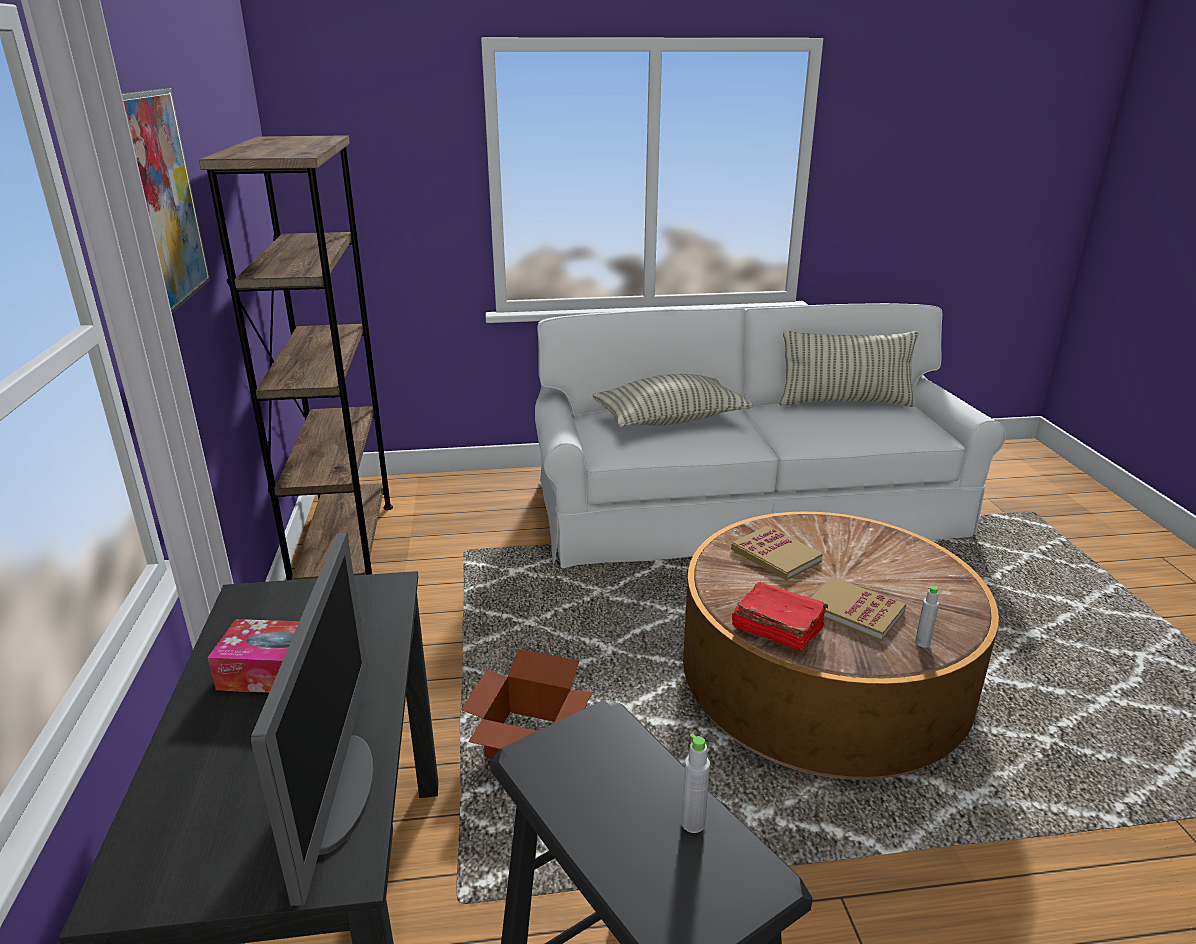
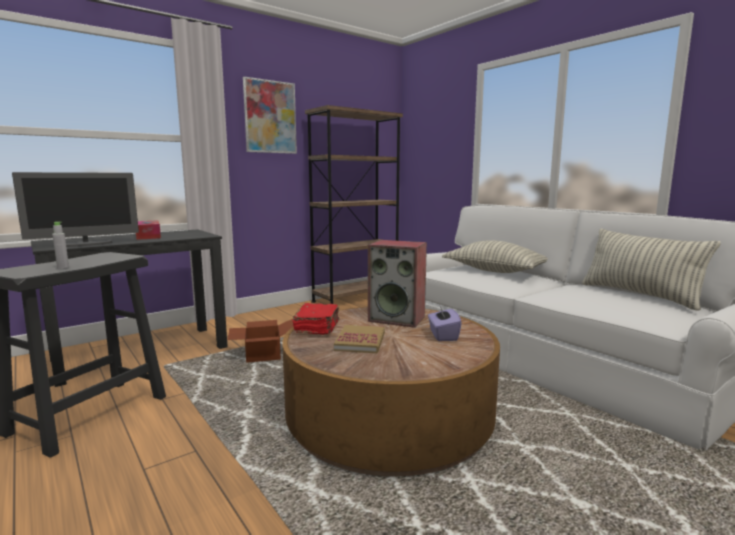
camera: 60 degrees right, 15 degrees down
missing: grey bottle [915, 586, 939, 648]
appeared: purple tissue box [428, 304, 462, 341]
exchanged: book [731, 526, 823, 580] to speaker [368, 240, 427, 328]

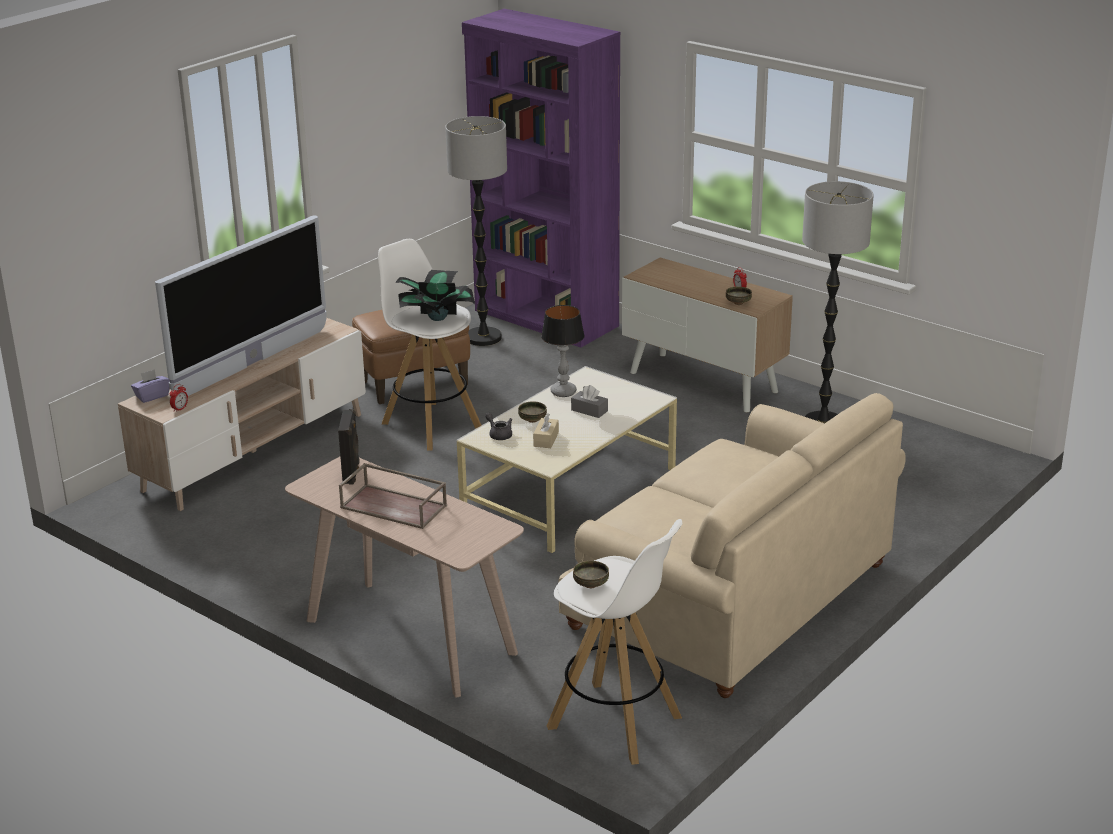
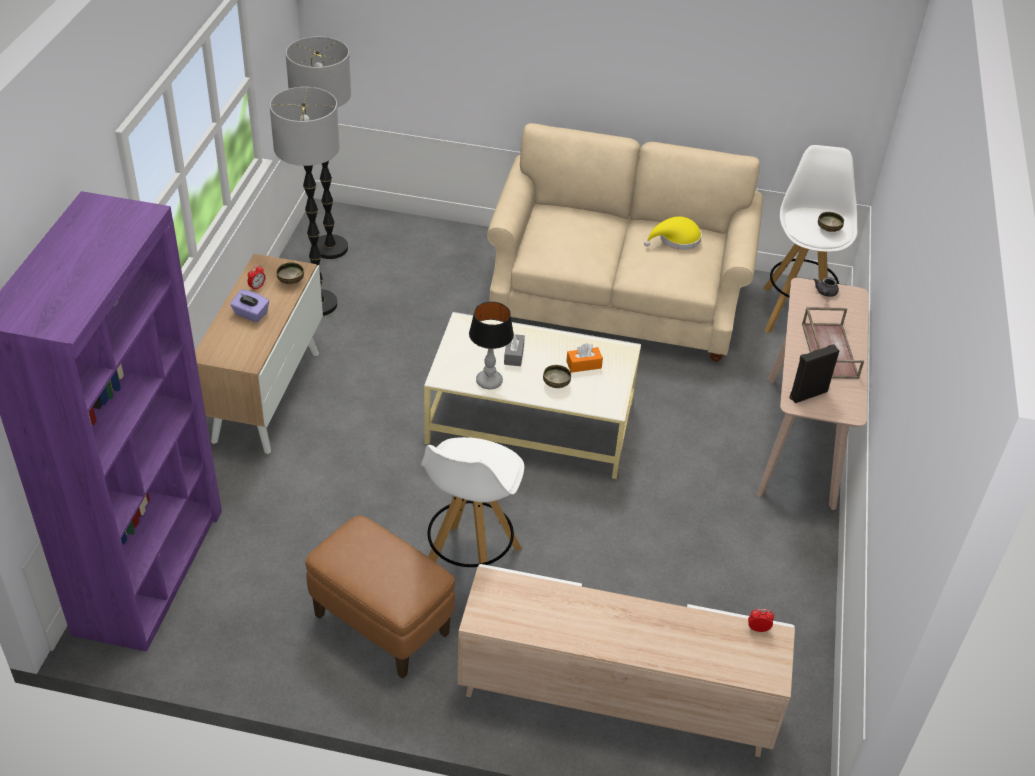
camera: 120 degrees left, 15 degrees up
missing: television [155, 216, 327, 396]; potted plant [395, 270, 475, 321]
appeared: yellow hat [644, 216, 702, 250]
relocated: floor lamp [445, 116, 507, 346] to [286, 36, 351, 259]; purple tissue box [131, 369, 170, 403] to [230, 290, 269, 322]; grey teapot [485, 413, 512, 440] to [814, 277, 839, 297]
colour: beige tissue box [533, 413, 559, 448] to orange tissue box [566, 343, 603, 373]

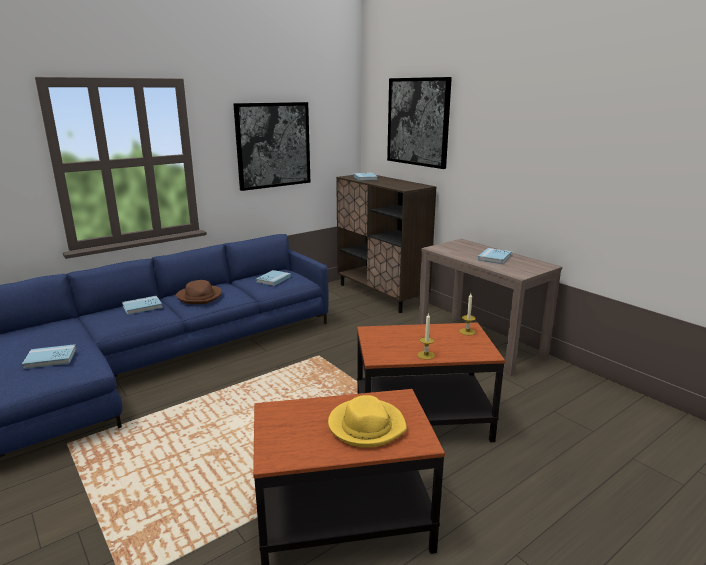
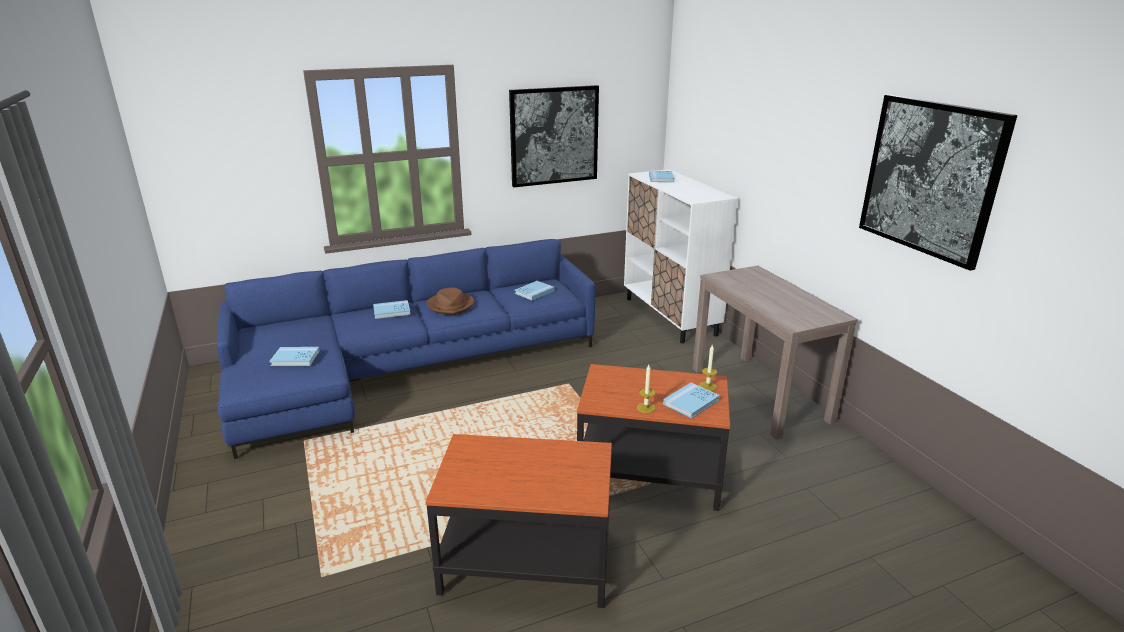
camera: 15 degrees right, 5 degrees up
missing: yellow hat [328, 395, 407, 447]
relocated: picture [387, 77, 452, 169] to [859, 94, 1017, 271]; blue book [478, 248, 512, 264] to [663, 383, 720, 419]
colour: brown cabinet [336, 175, 436, 313] to white cabinet [624, 169, 738, 343]

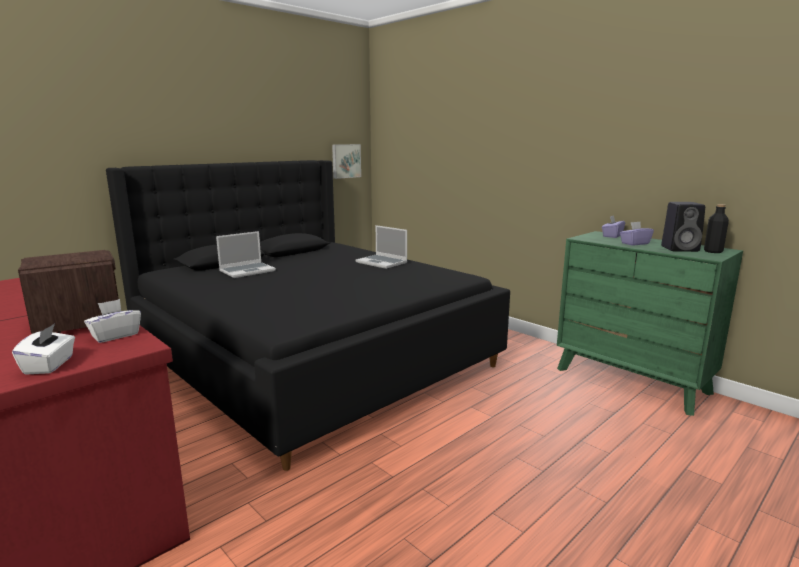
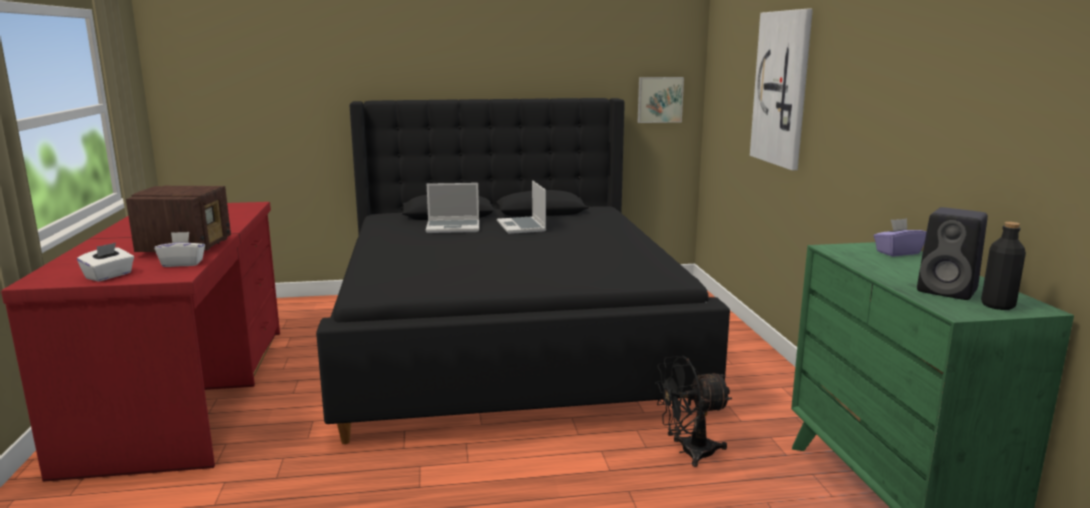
camera: 35 degrees right, 0 degrees up
missing: purple tissue box [620, 222, 654, 246]
appeared: picture [750, 9, 813, 170]; black fan [655, 356, 732, 467]
relocated: laptop [355, 225, 407, 269] to [497, 180, 546, 234]

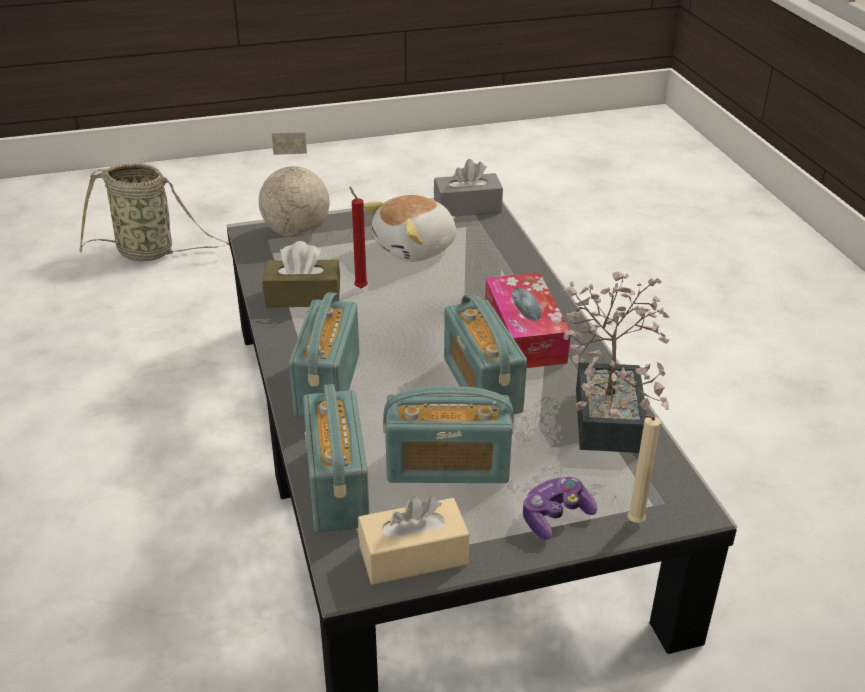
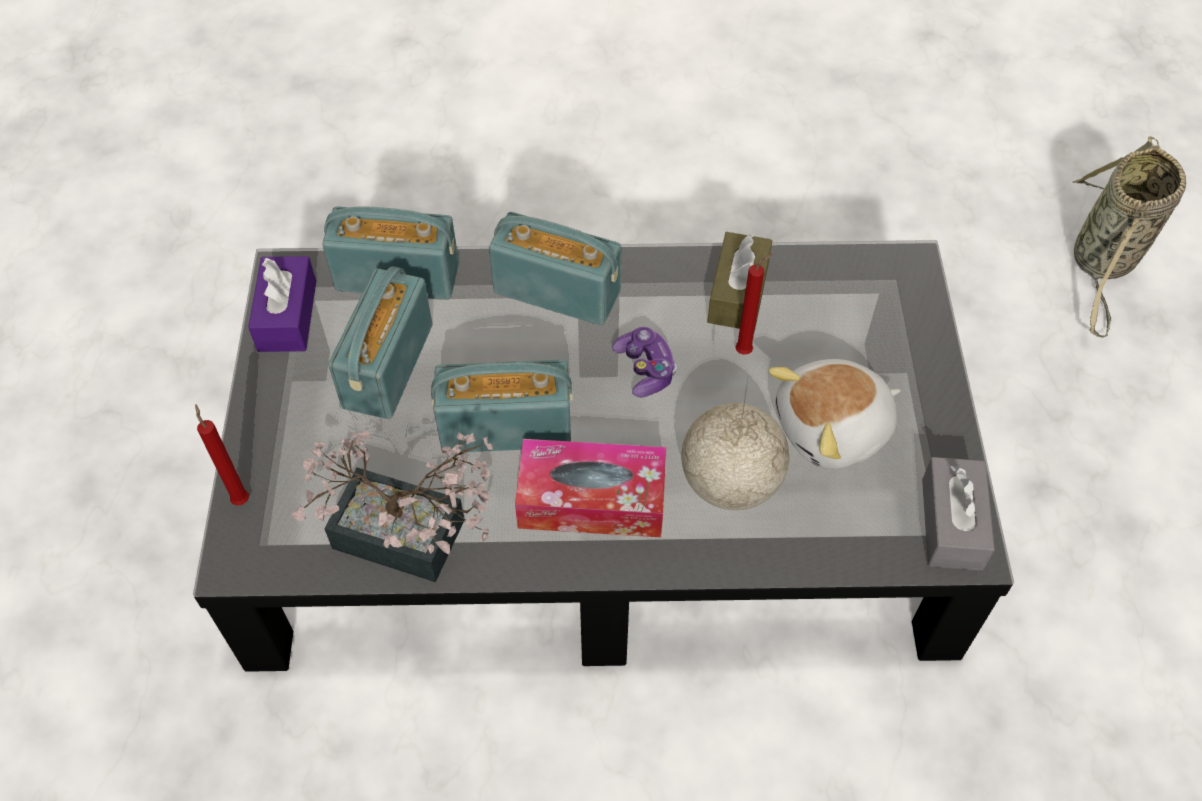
camera: 105 degrees right, 20 degrees up
relocated: globe [259, 132, 329, 237] to [681, 374, 790, 510]; game controller [523, 477, 597, 540] to [612, 327, 677, 397]
colour: beige candle [628, 415, 661, 523] to red candle [195, 405, 249, 506]; beige tissue box [358, 496, 469, 585] to purple tissue box [248, 256, 316, 352]
spun: plush toy [364, 195, 456, 262] = [768, 359, 901, 469] 90 degrees counterclockwise

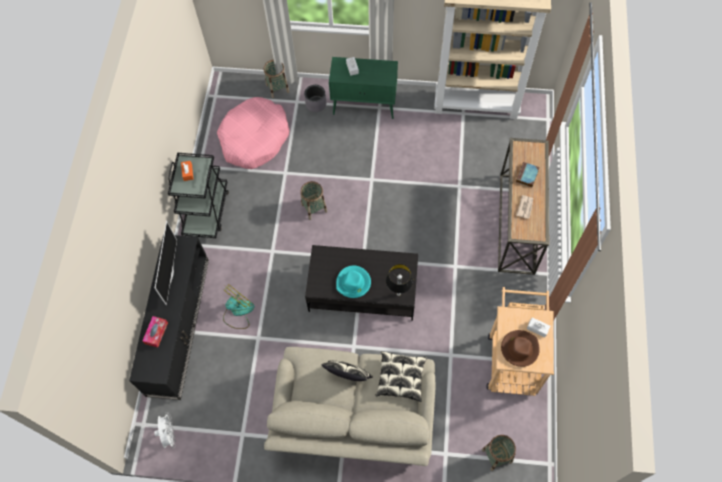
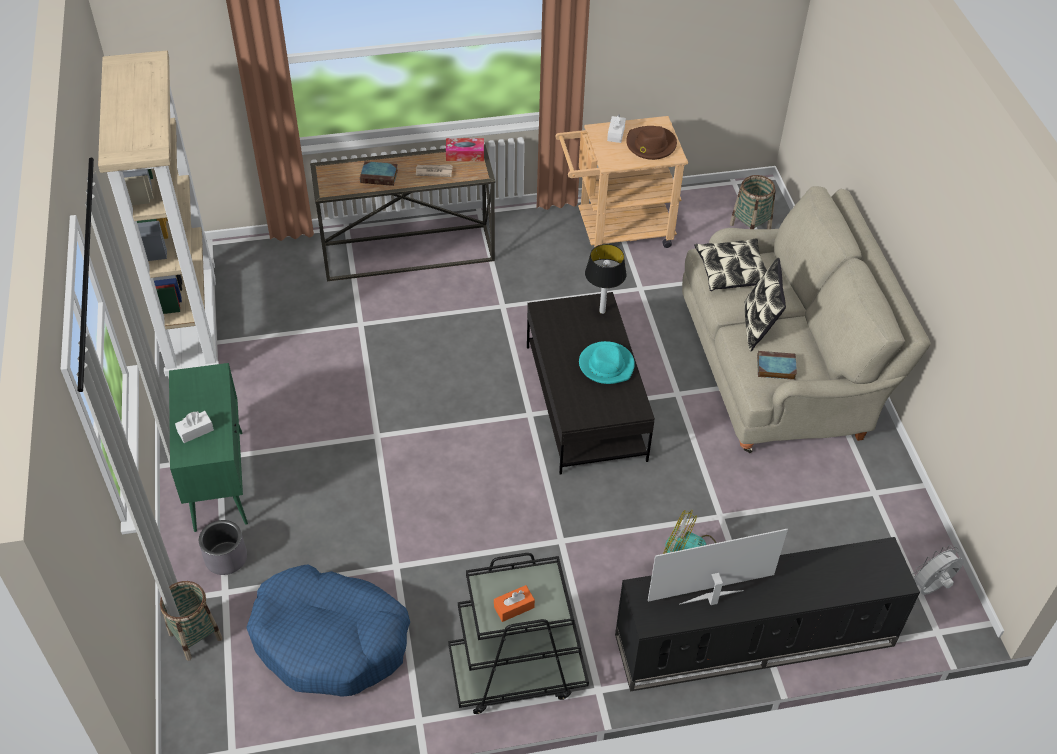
camera: 110 degrees left, 15 degrees down
missing: basket [300, 181, 327, 220]
appeared: book [757, 351, 797, 380]
relocated: tissue box [142, 316, 168, 347] to [446, 138, 484, 161]
colour: pink dog bed [217, 97, 289, 169] to blue dog bed [246, 564, 410, 697]

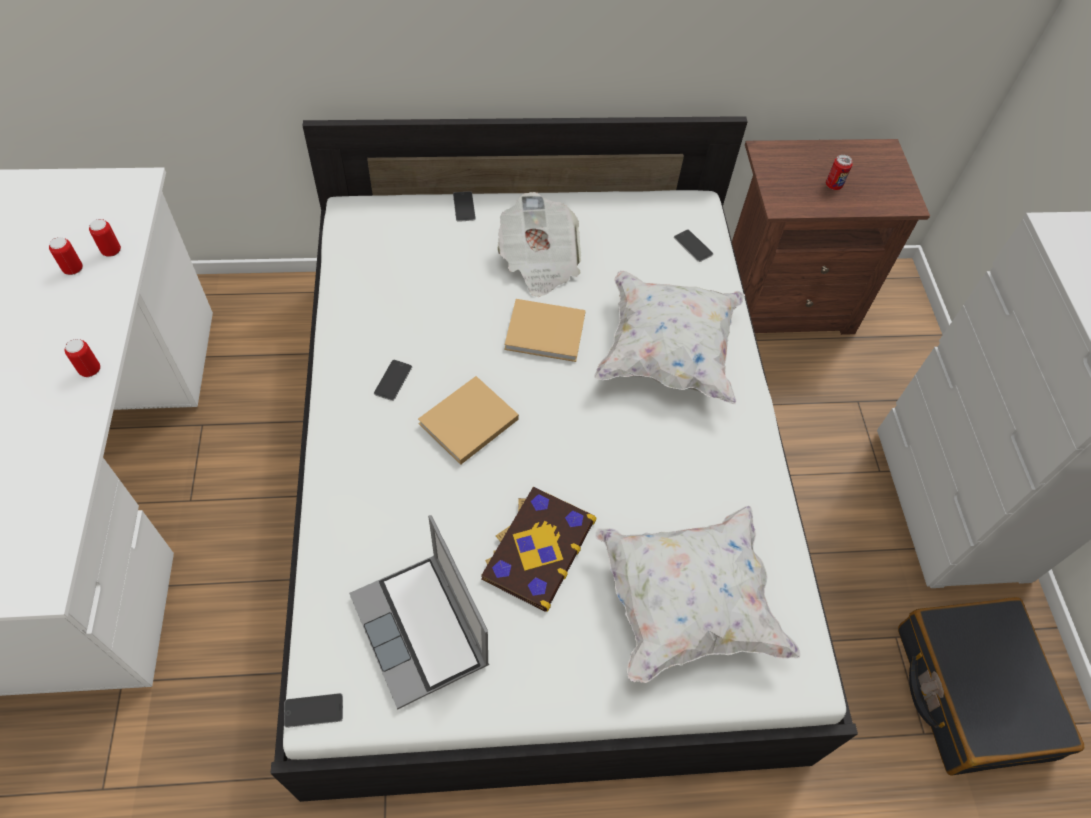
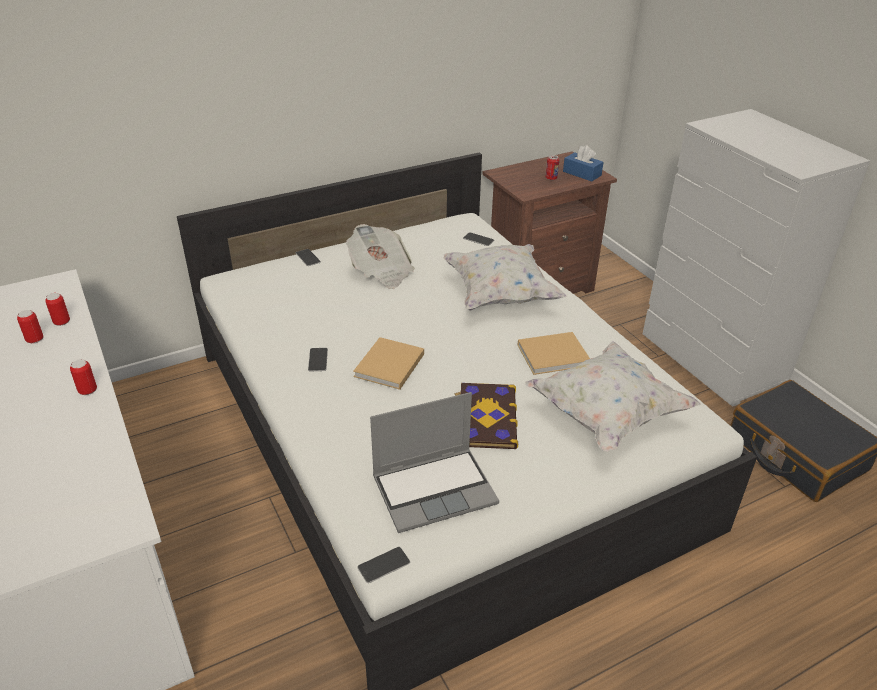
camera: 20 degrees left, 20 degrees down
appeared: blue tissue box [563, 145, 603, 182]
relocated: beige book [504, 299, 586, 362] to [518, 332, 590, 375]
spun: laptop [349, 515, 489, 710] = [370, 392, 499, 533] 60 degrees counterclockwise

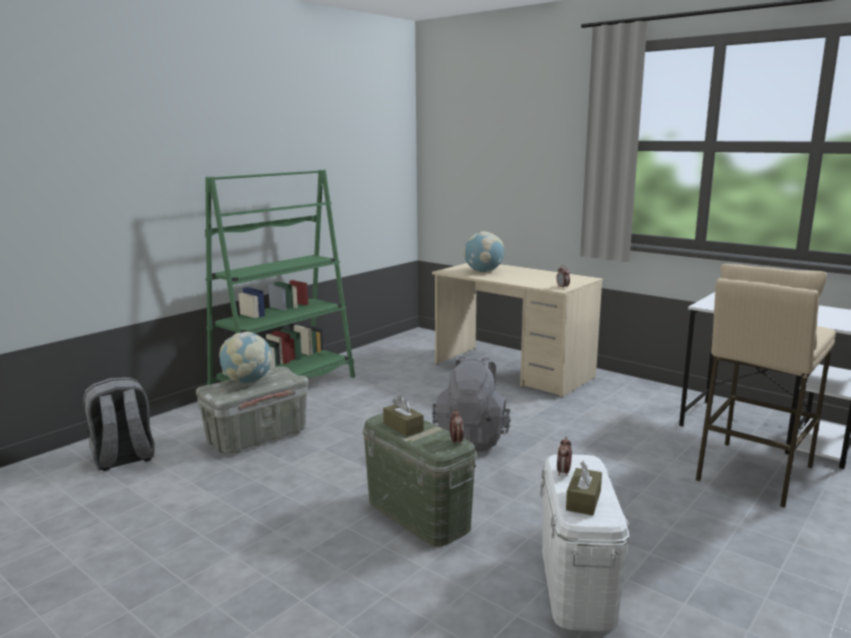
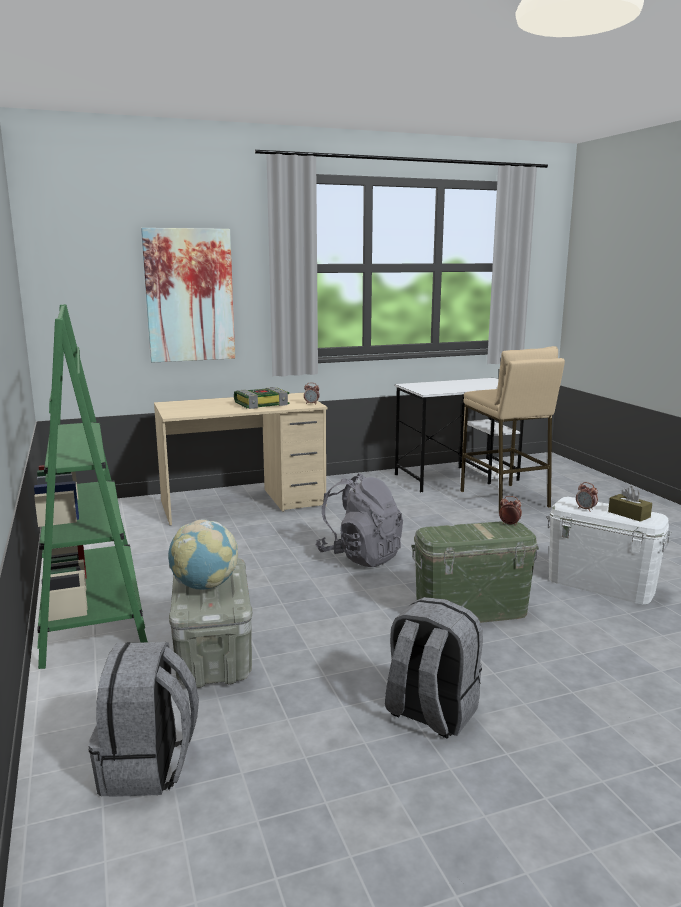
camera: 60 degrees left, 0 degrees up
missing: globe [463, 231, 504, 272]; brown tissue box [383, 396, 424, 437]
appeared: picture [141, 228, 235, 363]; book [234, 387, 289, 409]; grey backpack [385, 597, 483, 739]

